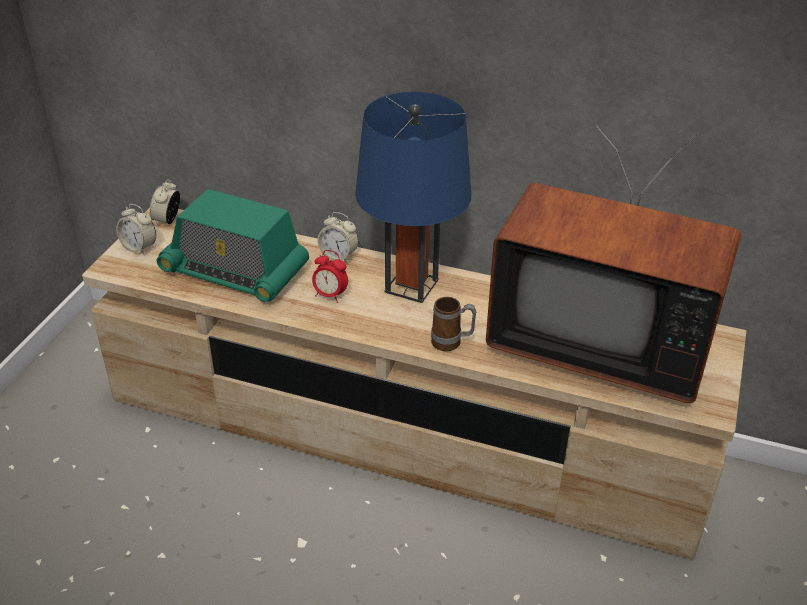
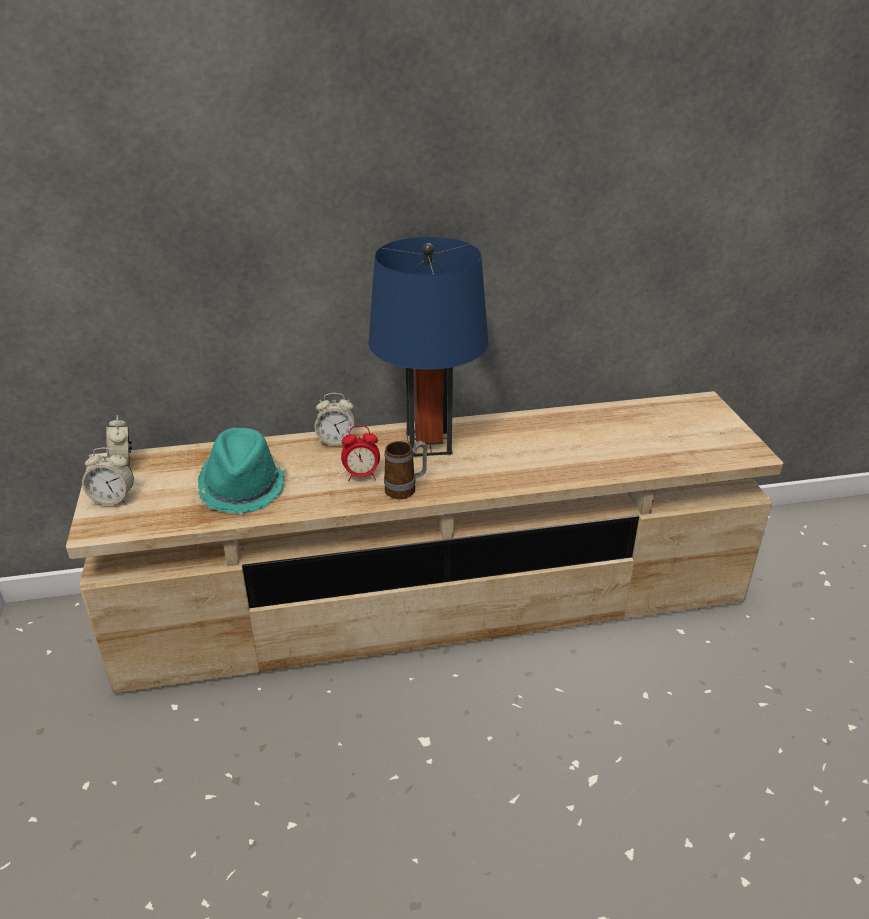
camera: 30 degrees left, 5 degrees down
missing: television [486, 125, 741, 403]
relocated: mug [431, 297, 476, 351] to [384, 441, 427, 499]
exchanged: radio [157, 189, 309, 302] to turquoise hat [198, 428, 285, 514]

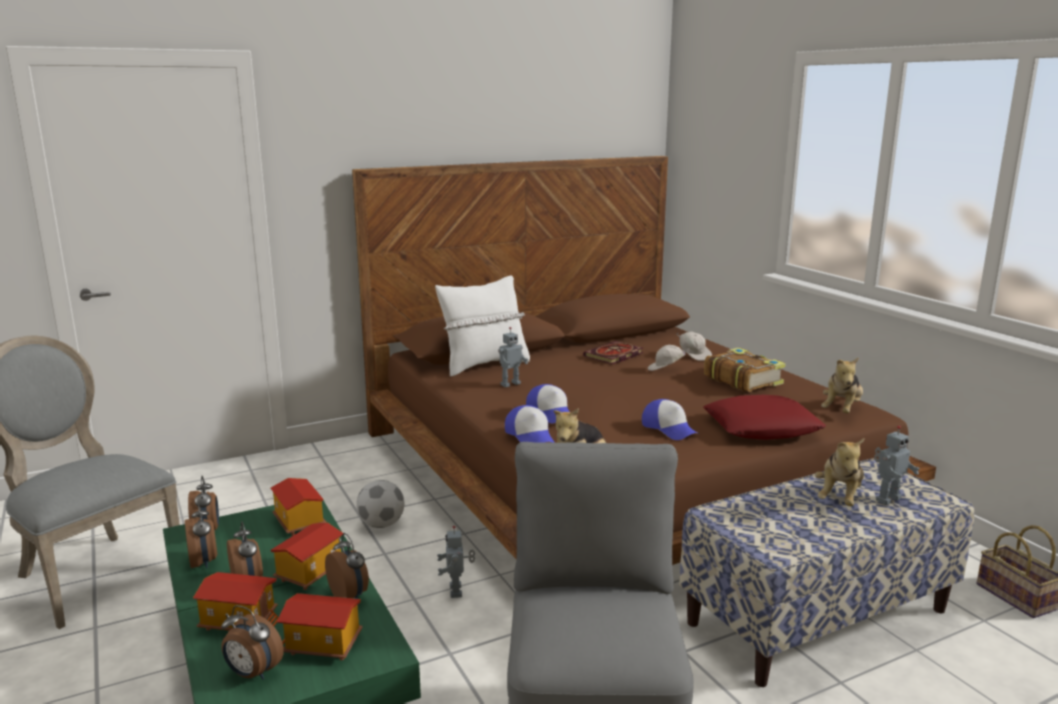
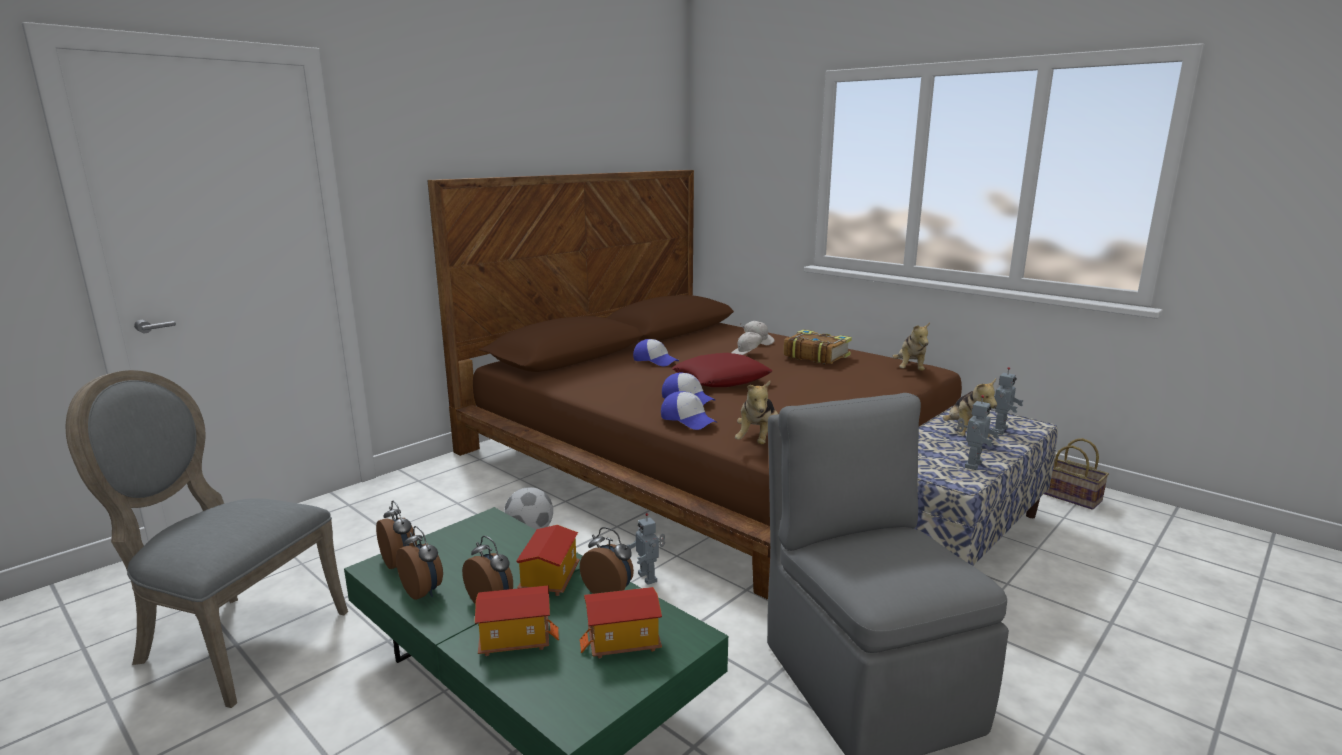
camera: 20 degrees left, 0 degrees up
missing: white pillow [435, 275, 530, 377]; book [583, 341, 644, 364]; toy house [271, 478, 326, 536]; alarm clock [221, 605, 284, 680]
relocated: toy robot [498, 327, 528, 388] to [957, 395, 1000, 470]; red pillow [703, 395, 826, 440] to [672, 353, 772, 387]; cap [642, 399, 699, 440] to [633, 339, 679, 366]

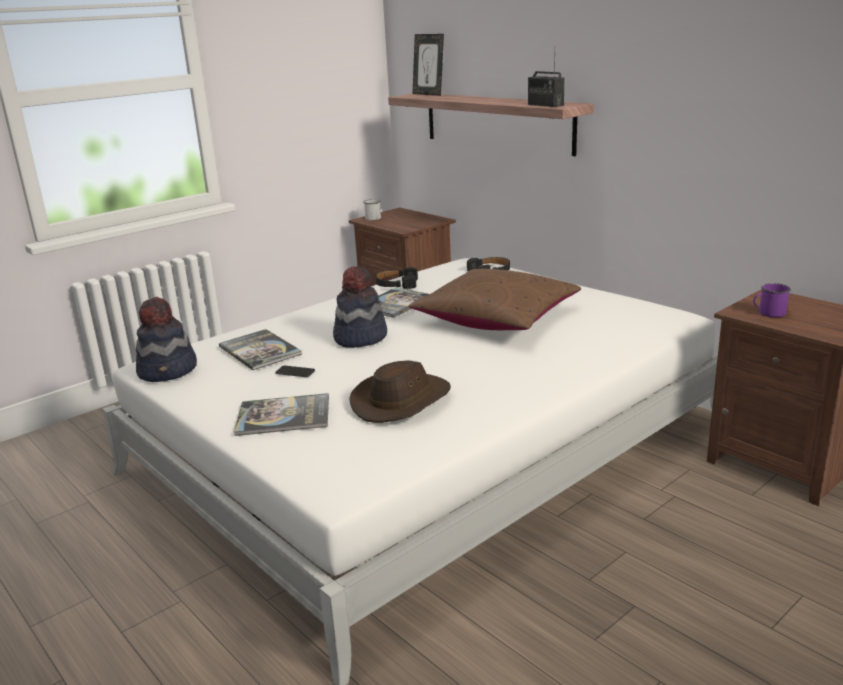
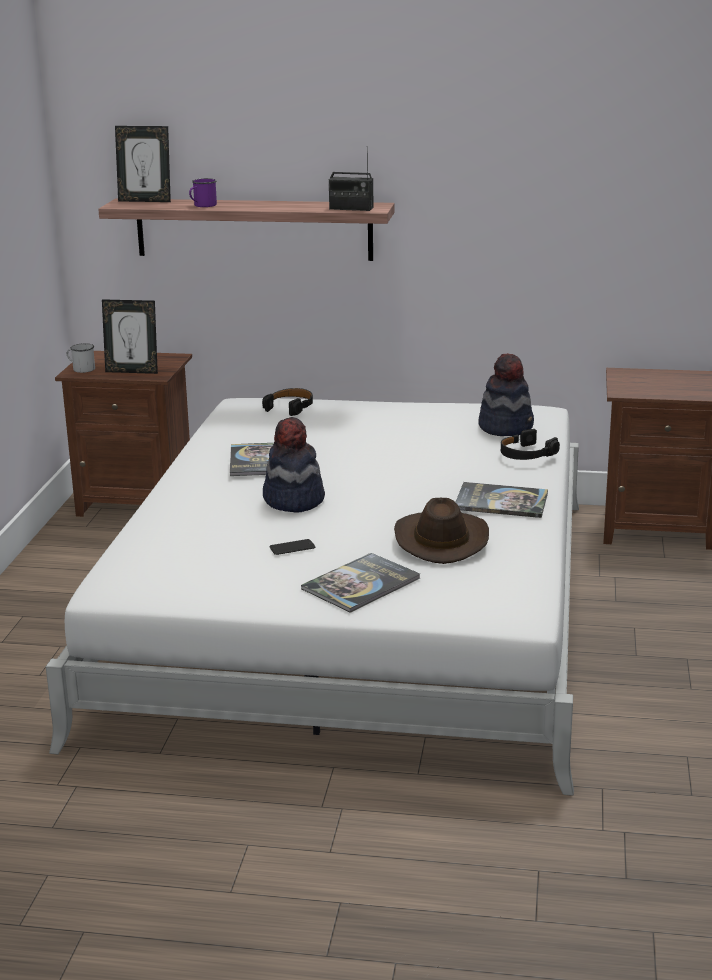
camera: 40 degrees left, 0 degrees up
missing: brown pillow [409, 269, 581, 330]
appeared: picture frame [102, 299, 158, 374]
relocated: black headphones [376, 267, 418, 289] to [501, 429, 560, 460]; purple mug [753, 283, 791, 317] to [189, 178, 217, 207]; hat [136, 297, 197, 382] to [478, 353, 534, 436]; book [219, 329, 302, 370] to [456, 482, 548, 518]

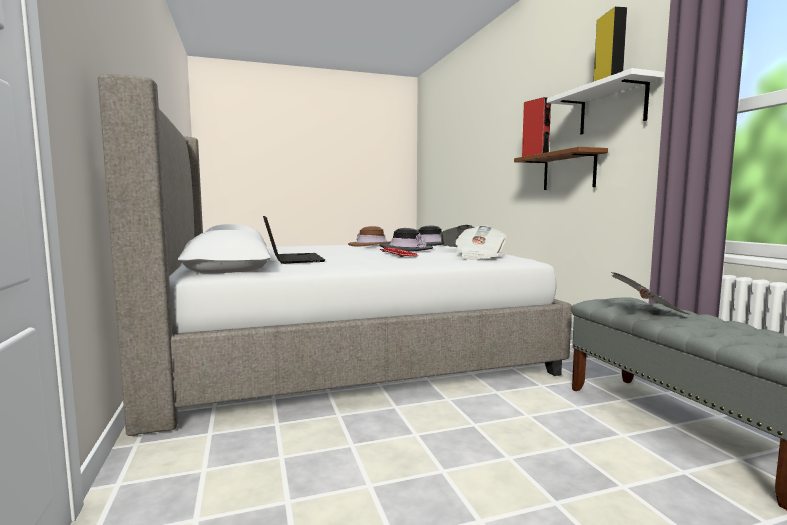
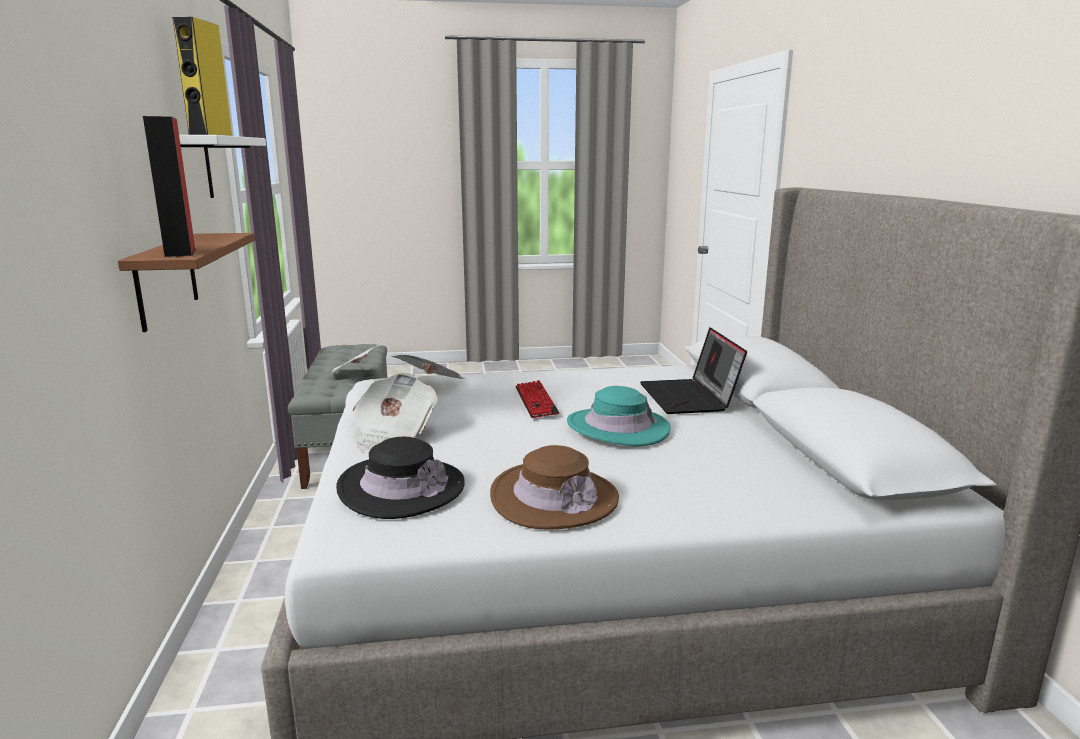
camera: 170 degrees left, 10 degrees up
missing: black hat [380, 228, 433, 252]
appeared: turquoise hat [567, 386, 671, 446]

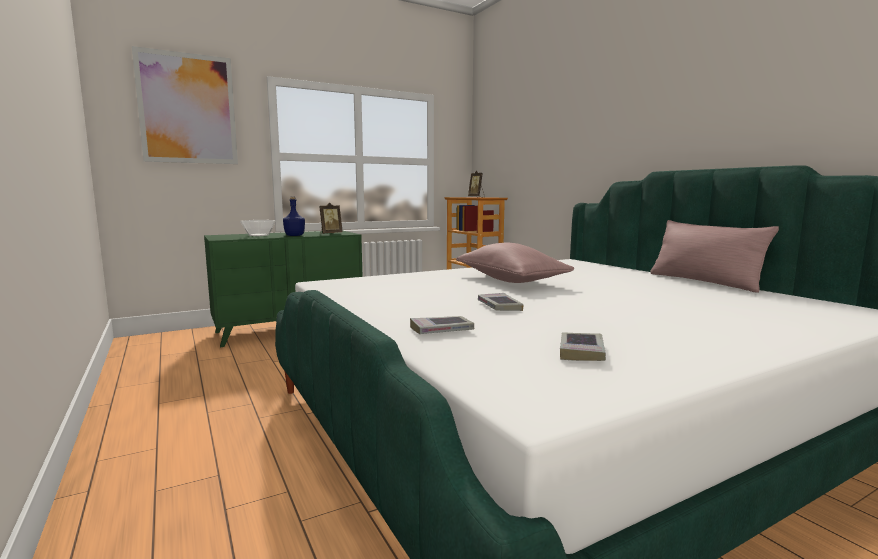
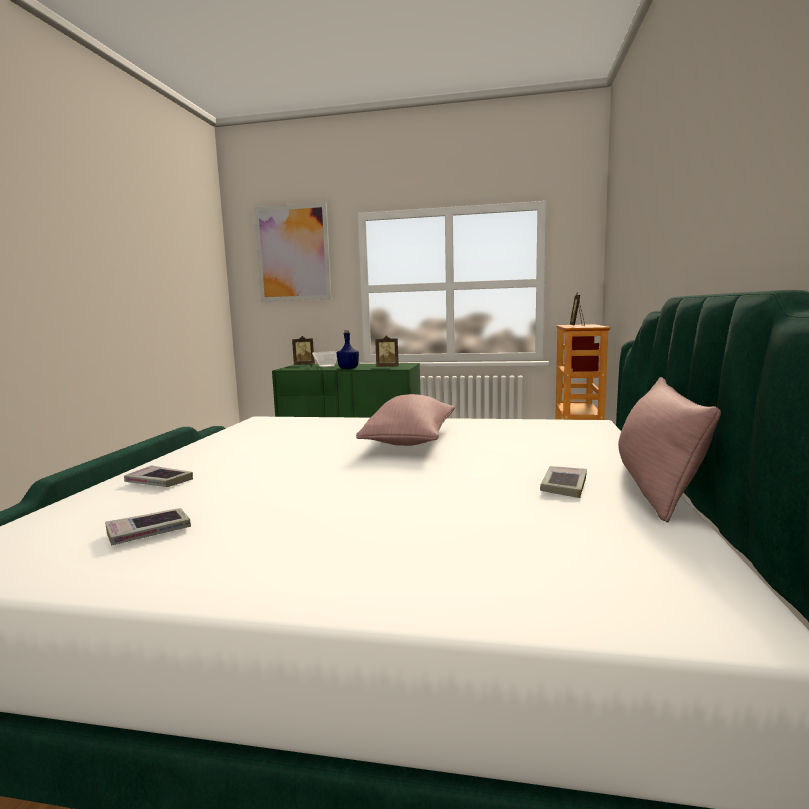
camera: 40 degrees right, 0 degrees up
appeared: picture frame [292, 336, 315, 365]
relocated: book [478, 293, 524, 311] to [540, 466, 587, 498]

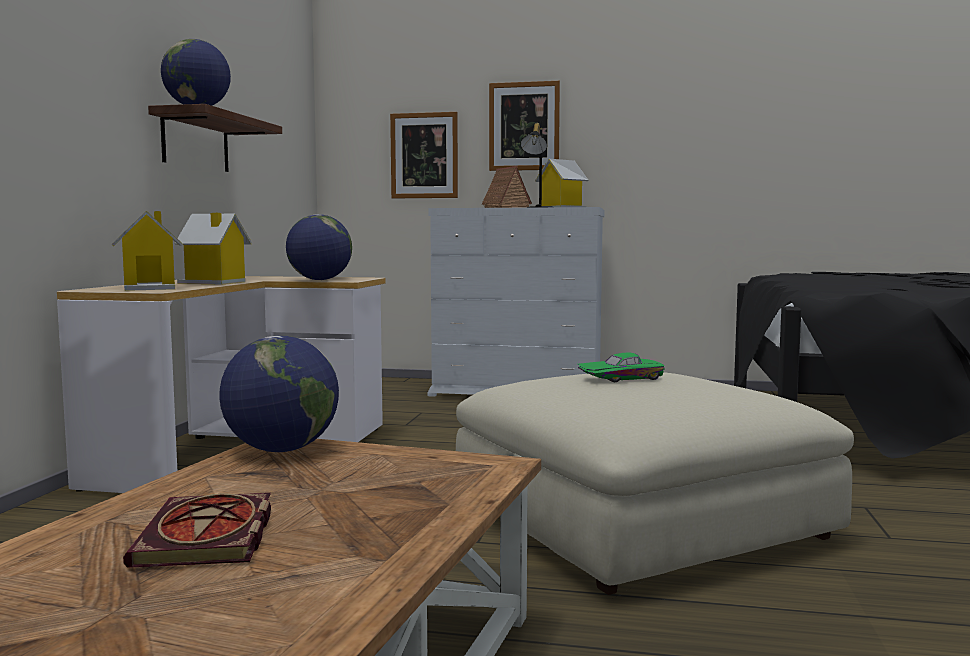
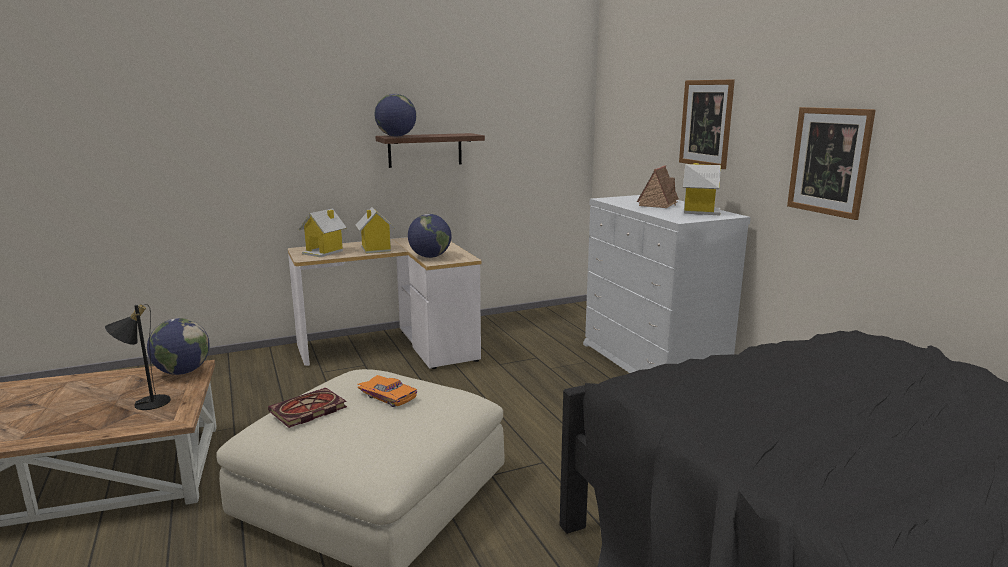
camera: 55 degrees right, 10 degrees up
relocated: picture [390, 112, 458, 198] to [787, 107, 876, 220]; black table lamp [521, 121, 549, 208] to [105, 304, 171, 410]; book [123, 493, 271, 568] to [268, 388, 347, 428]
colour: green toy car [577, 353, 664, 382] to orange toy car [357, 375, 417, 407]

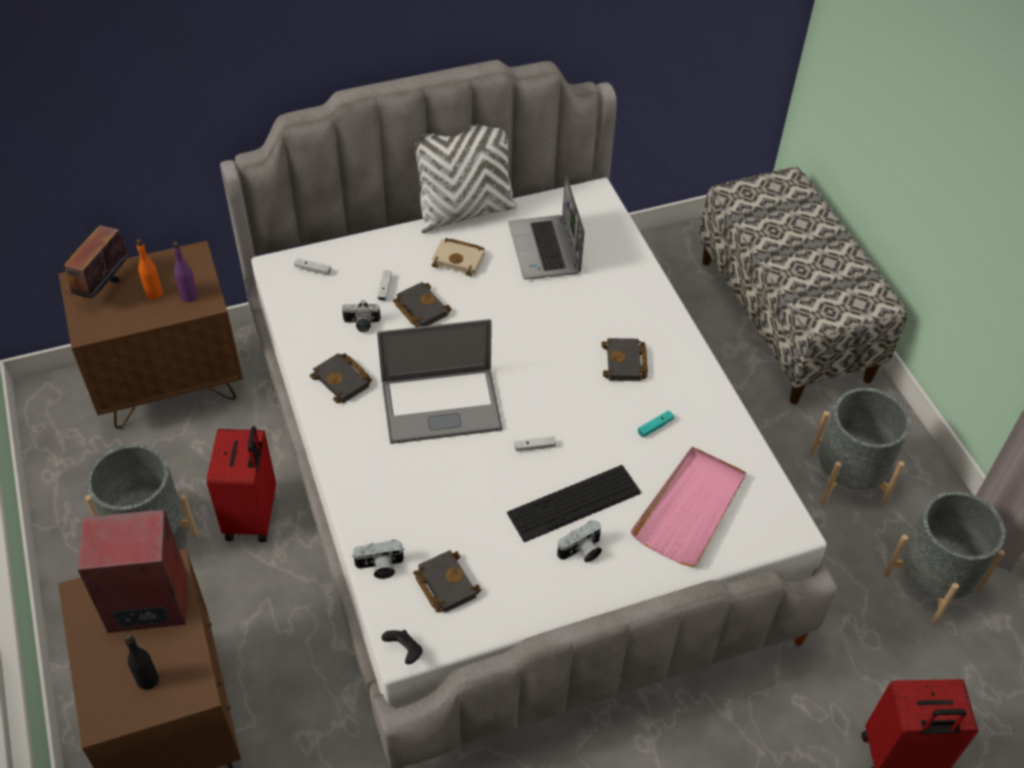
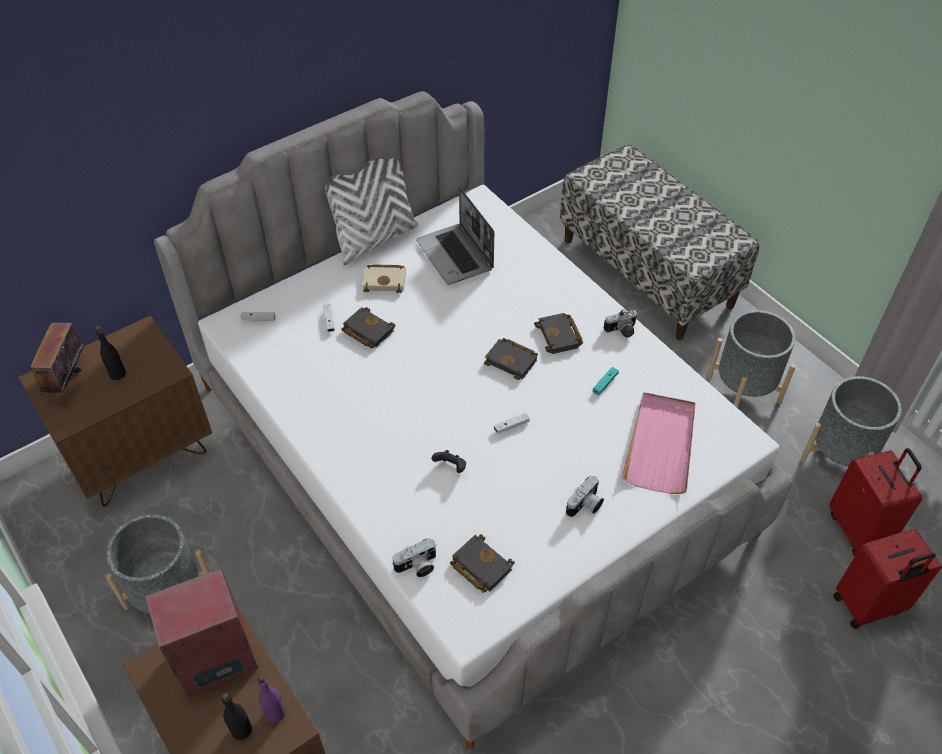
camera: 15 degrees left, 0 degrees up
missing: laptop [377, 319, 502, 444]; keyboard [507, 465, 641, 542]
relocated: purple bottle [173, 242, 198, 302] to [258, 675, 285, 723]; photo camera [342, 300, 381, 332] to [604, 309, 637, 337]; black book [310, 353, 372, 403] to [484, 338, 538, 380]; red suitcase [207, 426, 276, 542] to [829, 448, 922, 556]; black game controller [382, 630, 423, 664] to [432, 450, 466, 473]
colour: orange bottle [136, 239, 163, 300] to black bottle [96, 326, 126, 380]

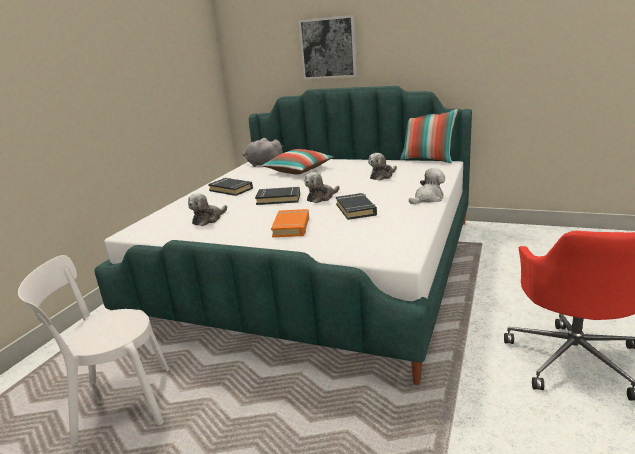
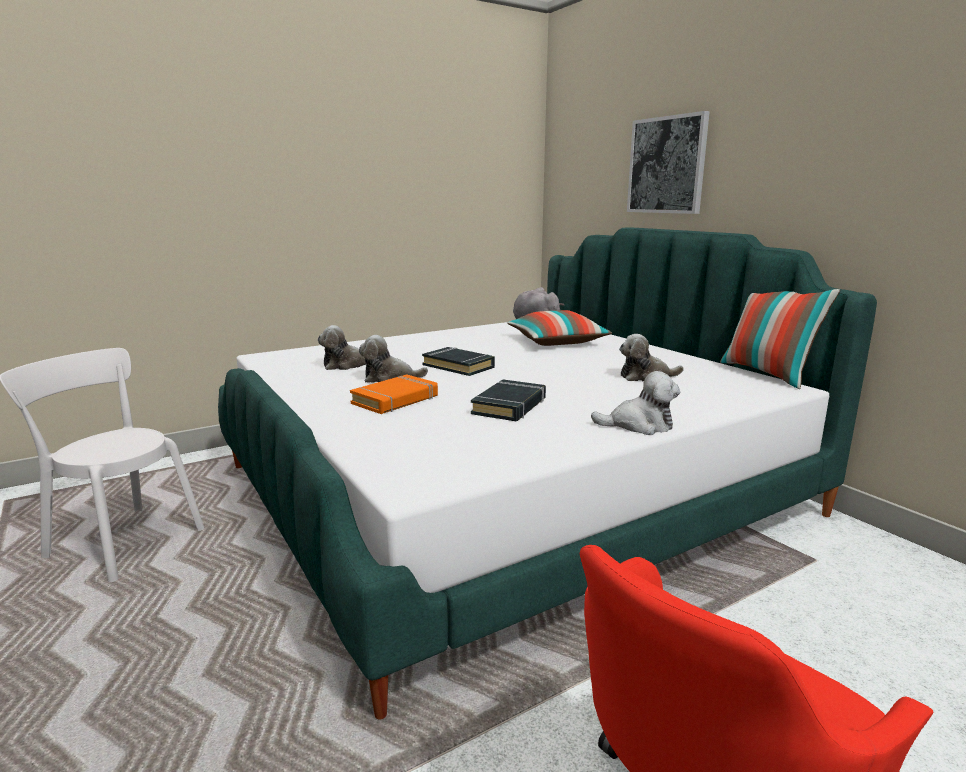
camera: 35 degrees right, 5 degrees down
missing: black book [208, 178, 253, 196]
relocated: plush toy [305, 172, 339, 203] to [359, 335, 428, 383]

